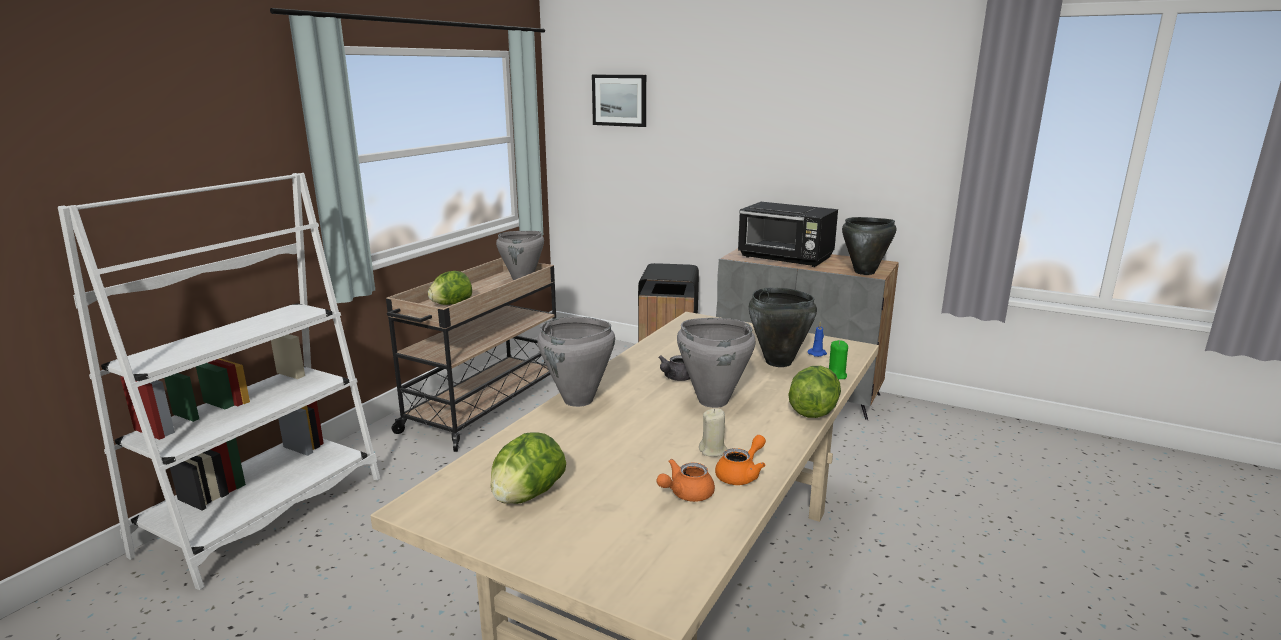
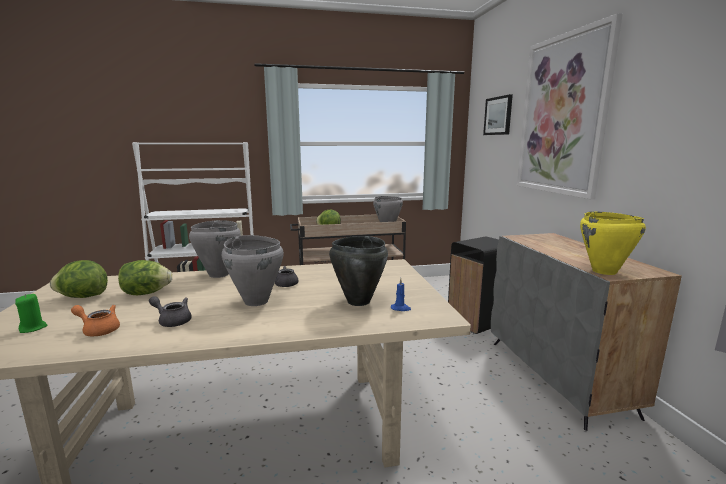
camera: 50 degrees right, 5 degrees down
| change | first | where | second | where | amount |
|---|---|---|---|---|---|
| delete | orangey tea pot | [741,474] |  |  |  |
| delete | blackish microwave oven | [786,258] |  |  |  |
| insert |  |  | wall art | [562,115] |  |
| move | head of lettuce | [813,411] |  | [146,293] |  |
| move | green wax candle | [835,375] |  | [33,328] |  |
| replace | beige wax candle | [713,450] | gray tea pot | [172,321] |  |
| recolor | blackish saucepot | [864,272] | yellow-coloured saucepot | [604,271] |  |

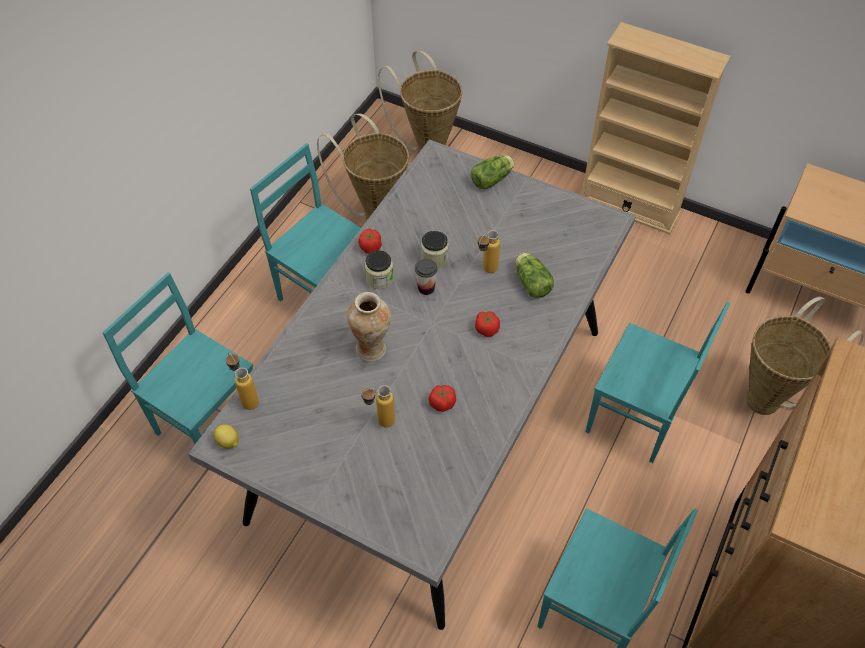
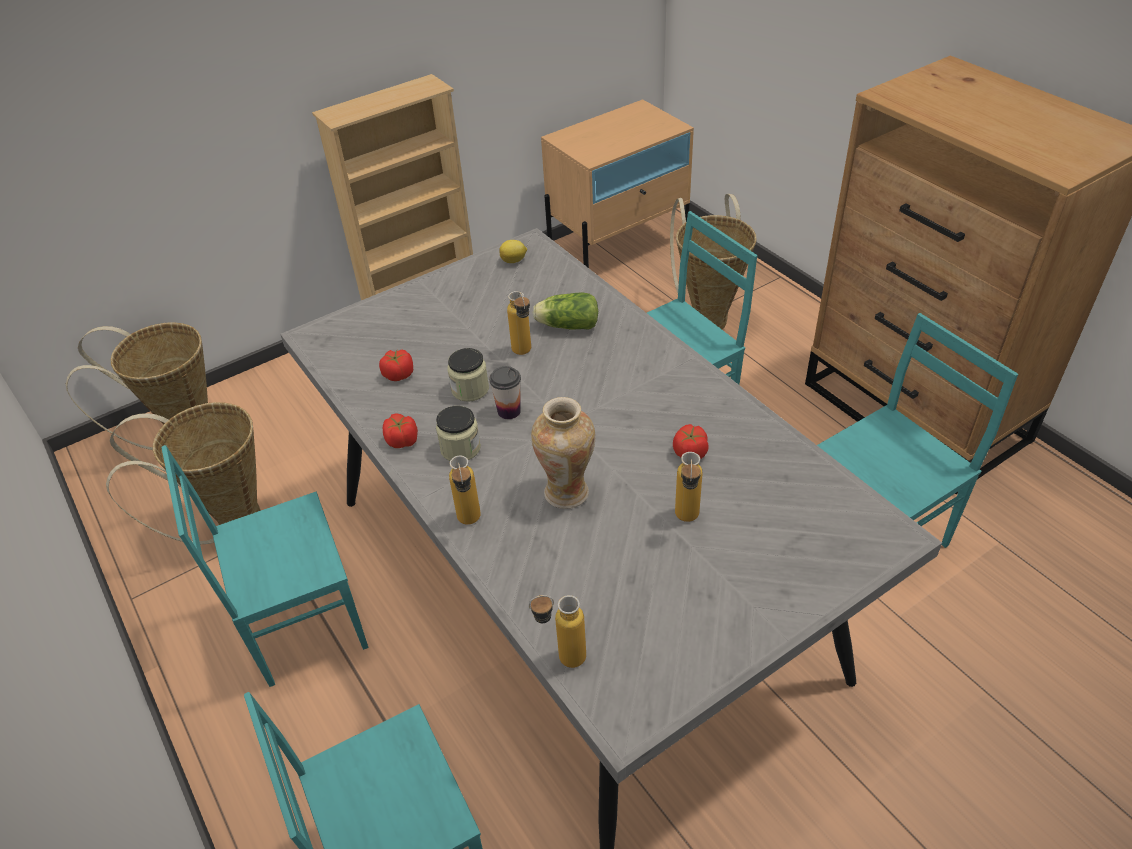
camera: 60 degrees left, 10 degrees down
| change | first | where | second | where | amount |
|---|---|---|---|---|---|
| delete | head of lettuce | [493,179] |  |  |  |
| insert |  |  | drink bottle | [470,524] |  |
| move | whole lemon | [228,442] |  | [514,261] |  |
| move | whole tomato | [486,329] |  | [398,375] |  |

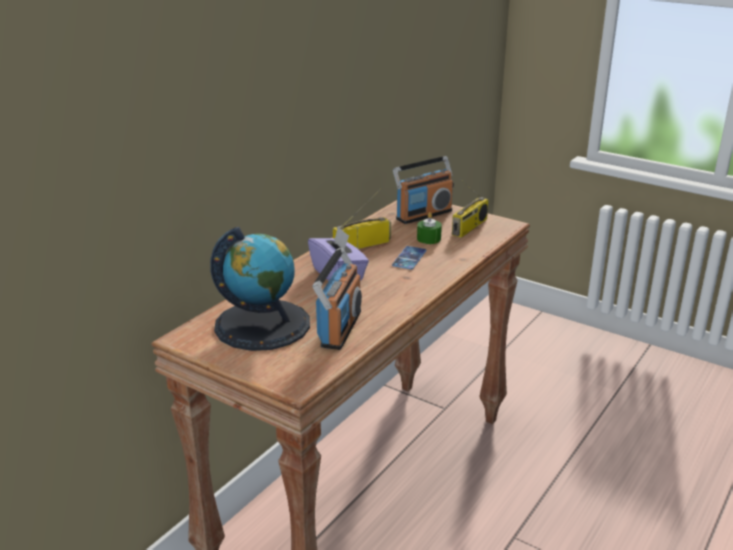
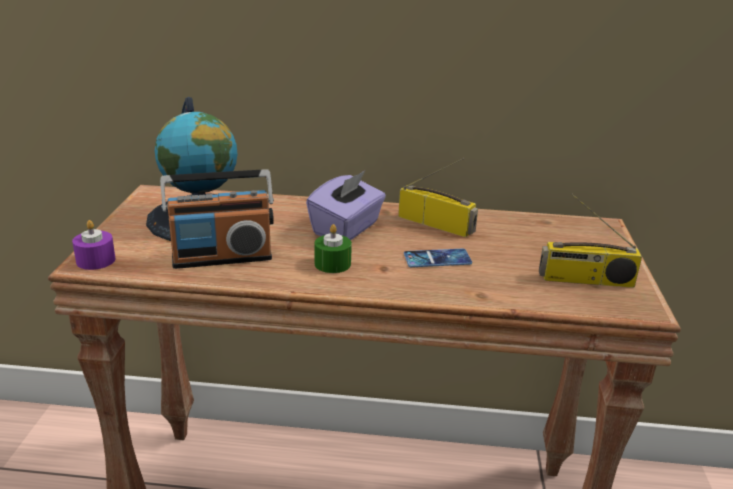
camera: 60 degrees right, 0 degrees up
| change | first | where | second | where | amount |
|---|---|---|---|---|---|
| delete | radio | [423,215] |  |  |  |
| insert |  |  | purple-coloured wax candle | [96,260] |  |
| move | green wax candle | [428,239] |  | [332,264] |  |

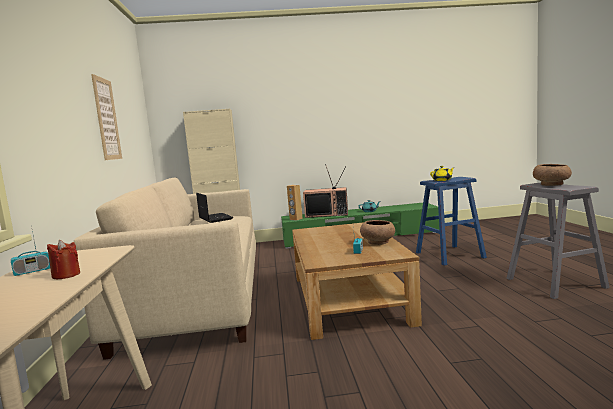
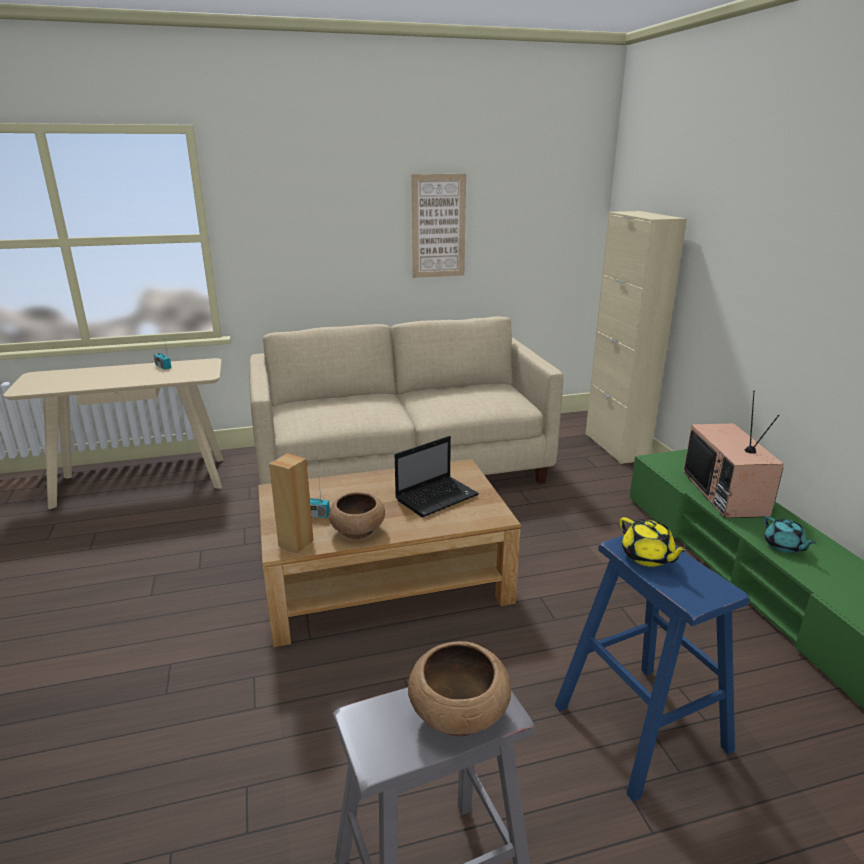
camera: 80 degrees right, 15 degrees up
| change | first | where | second | where | amount |
|---|---|---|---|---|---|
| delete | red-coloured wax candle | [66,275] |  |  |  |
| move | portable computer | [215,218] |  | [437,497] |  |
| move | brown speaker | [296,219] |  | [295,543] |  |

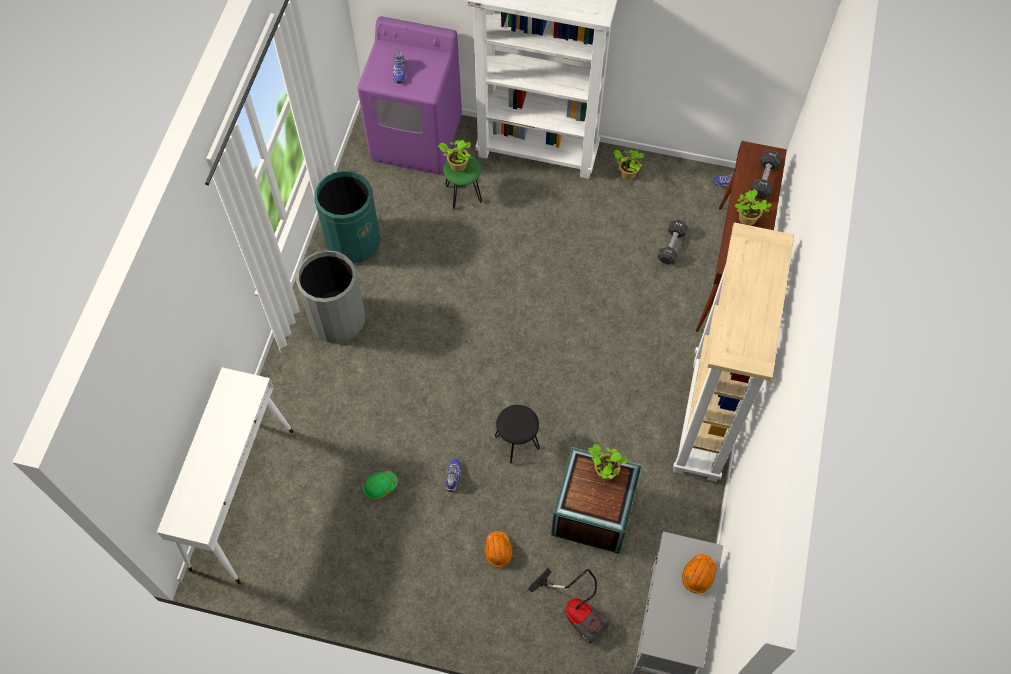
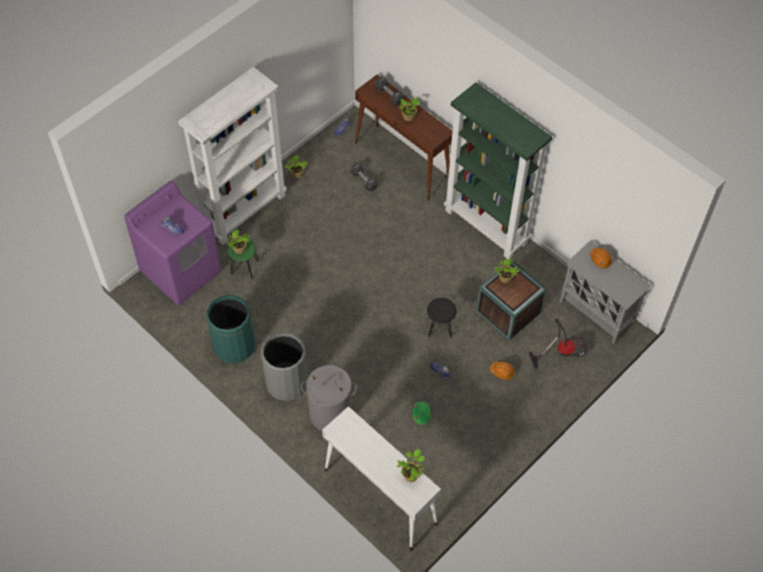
camera: 60 degrees left, 5 degrees down
| change | first | where | second | where | amount |
|---|---|---|---|---|---|
| insert |  |  | gray laundry basket | [330,413] |  |
| insert |  |  | plant in a pot | [411,474] |  |
| recolor | beige shelving unit | [706,419] | green shelving unit | [487,226] |  |

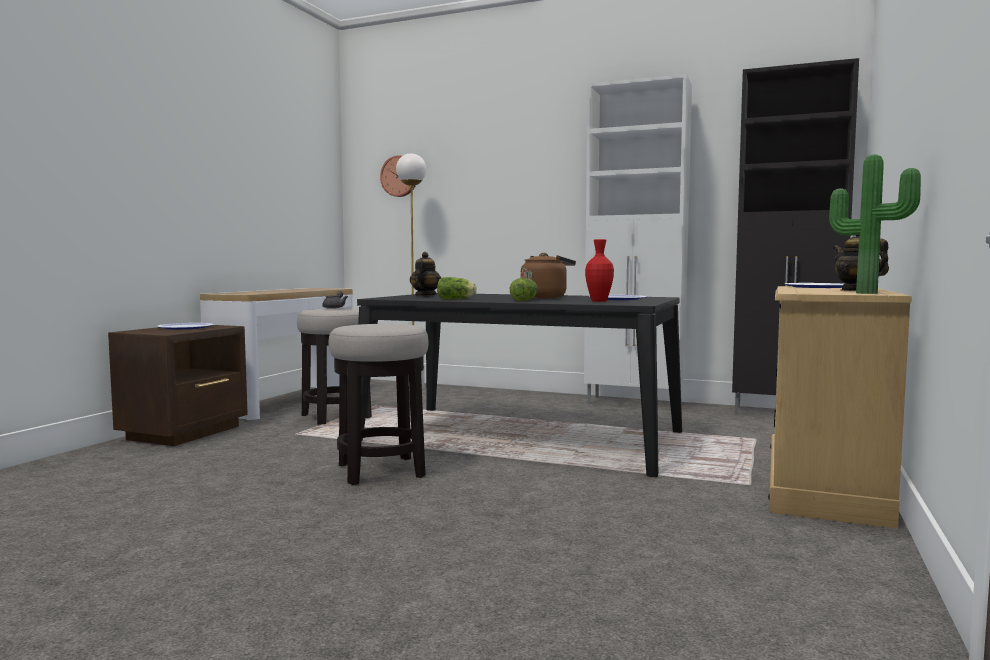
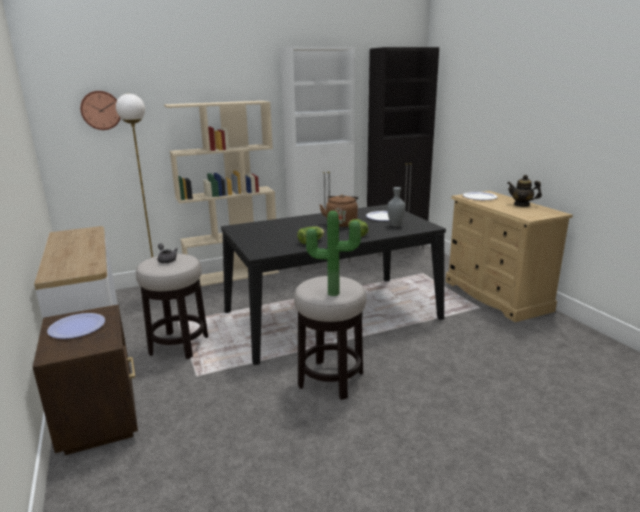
camera: 45 degrees left, 15 degrees up
| change | first | where | second | where | amount |
|---|---|---|---|---|---|
| delete | tea pot | [425,296] |  |  |  |
| insert |  |  | beige shelving unit | [233,275] |  |
| move | plant in a pot | [868,293] |  | [333,292] |  |
| recolor | red-coloured vase | [599,301] | gray vase | [395,225] |  |

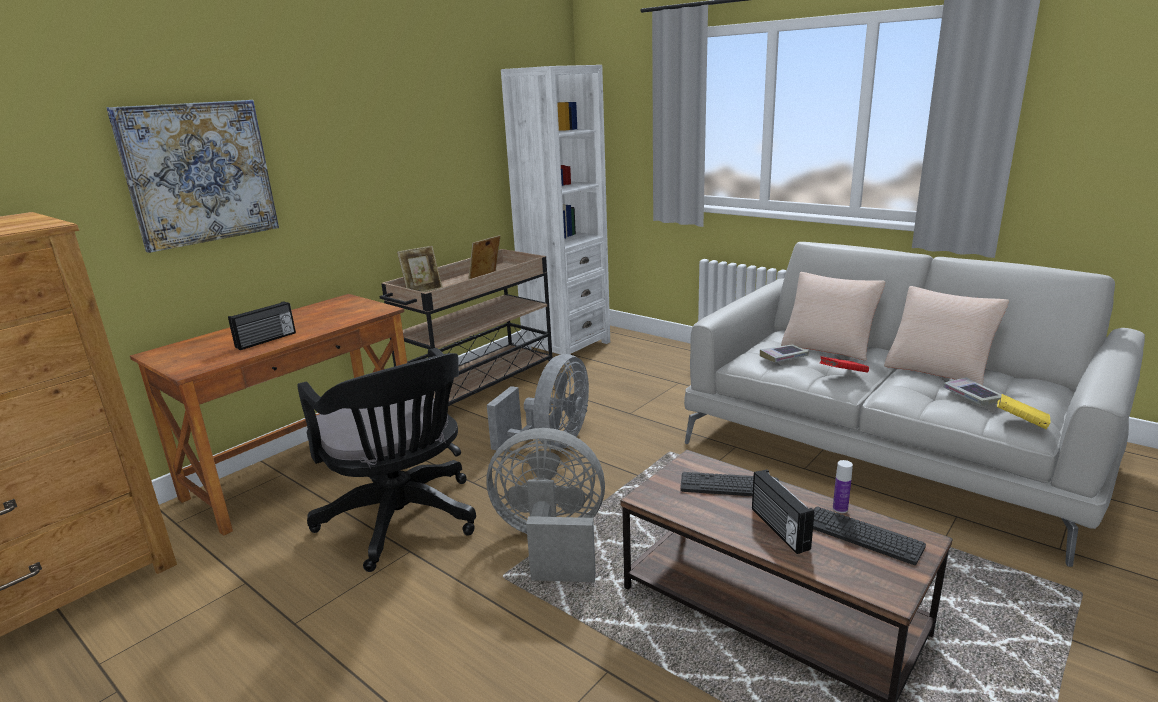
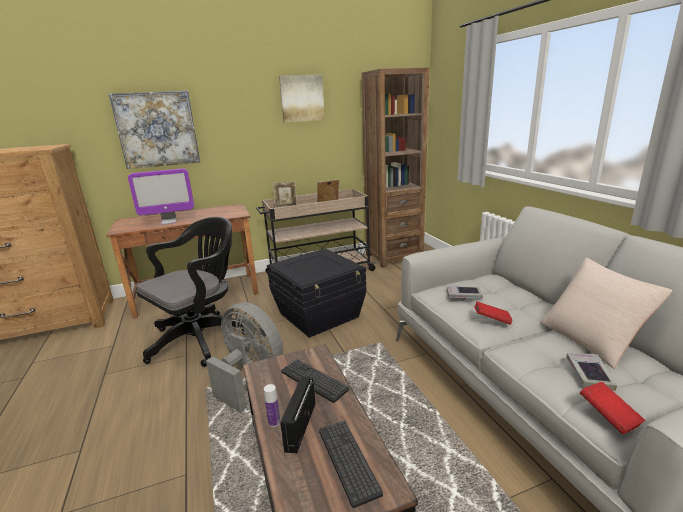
camera: 30 degrees right, 0 degrees up
| change | first | where | second | where | amount |
|---|---|---|---|---|---|
| delete | beige cushion | [829,346] |  |  |  |
| insert |  |  | wall art | [302,98] |  |
| move | drink bottle | [840,509] |  | [274,422] |  |
| replace | radio | [266,340] | computer screen | [169,222] |  |
| replace | gray fan | [552,443] | blackish storage bin | [319,315] |  |
| recolor | whitish shelving unit | [566,346] | brown shelving unit | [394,257] |  |
| recolor | yellow-coloured bound book | [1020,423] | red-coloured bound book | [608,417] |  |
| rotate | blackish desk chair | [403,522] |  | [201,338] | 135 degrees counterclockwise |

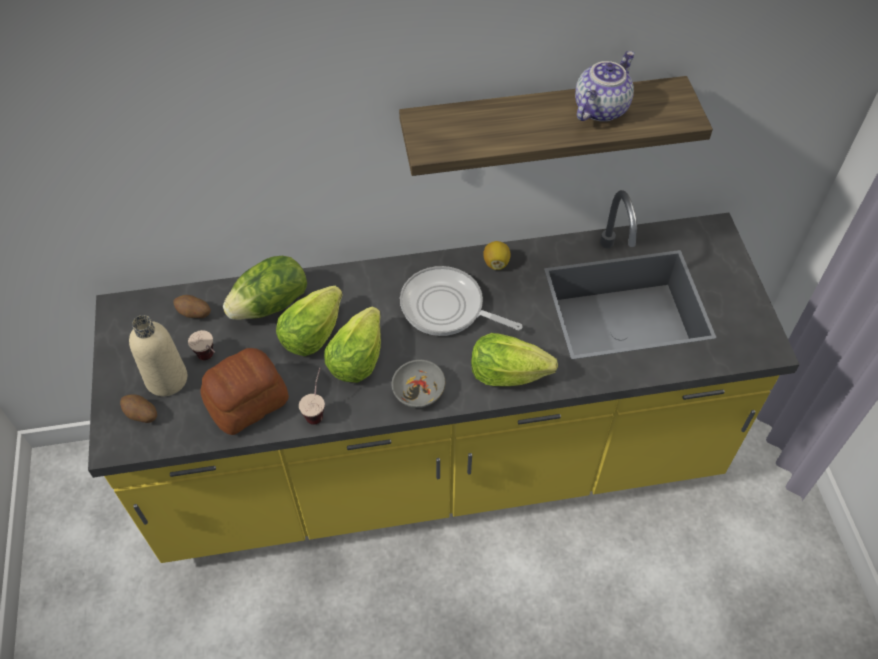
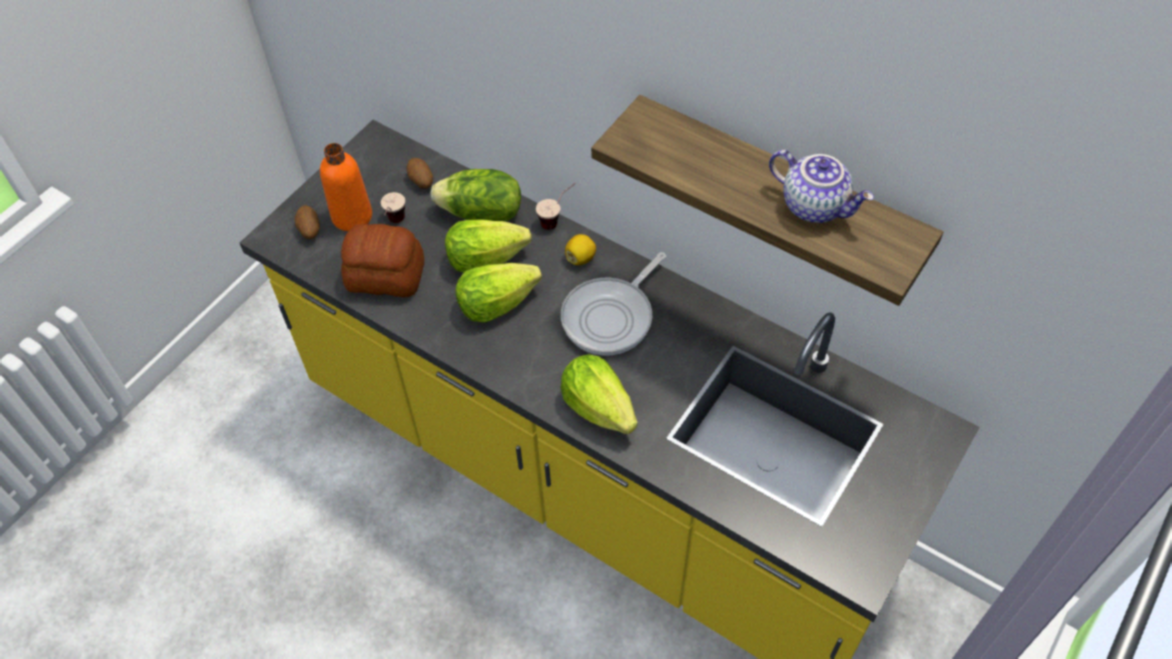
camera: 45 degrees right, 0 degrees up
| change | first | where | second | where | amount |
|---|---|---|---|---|---|
| delete | gray deep dish | [419,391] |  |  |  |
| move | cup | [317,408] |  | [557,219] |  |
| move | whole lemon | [496,263] |  | [581,258] |  |
| recolor | beige drink bottle | [166,379] | orangey drink bottle | [352,216] |  |
| rotate | skillet | [447,308] |  | [611,317] | 120 degrees counterclockwise |
| rotate | tea pot | [600,108] |  | [815,205] | 45 degrees clockwise |

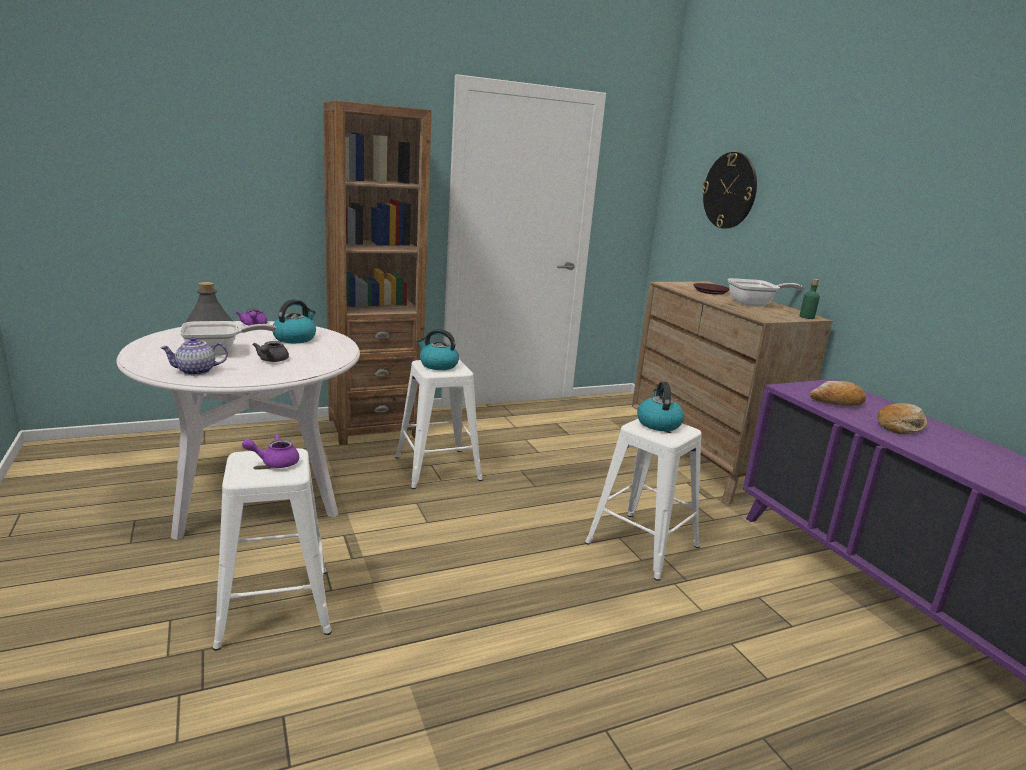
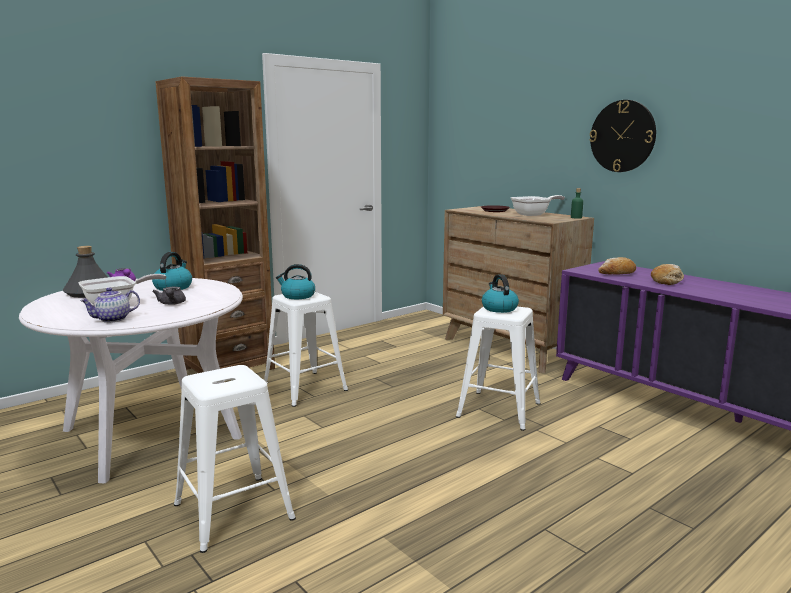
camera: 15 degrees left, 5 degrees down
| change | first | where | second | where | amount |
|---|---|---|---|---|---|
| delete | purple-coloured tea pot | [275,462] |  |  |  |
| move | hanging clock | [730,190] |  | [622,136] |  |

